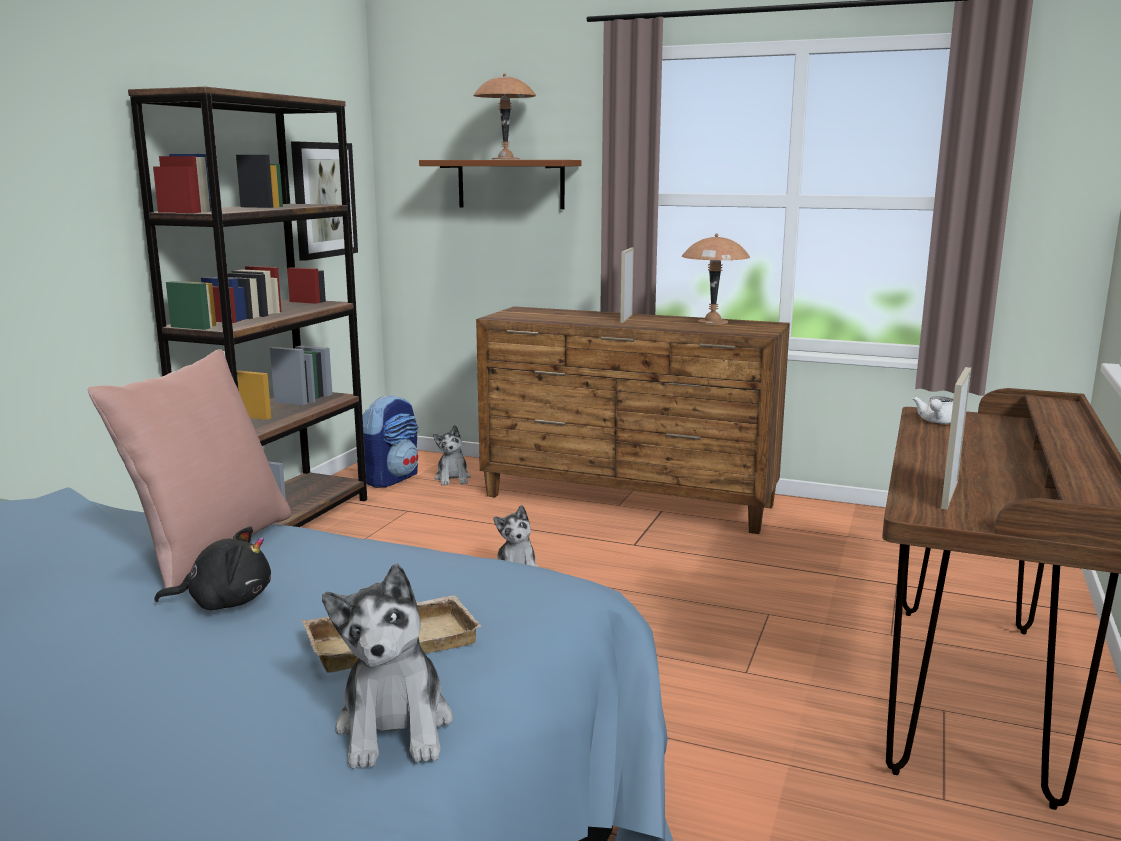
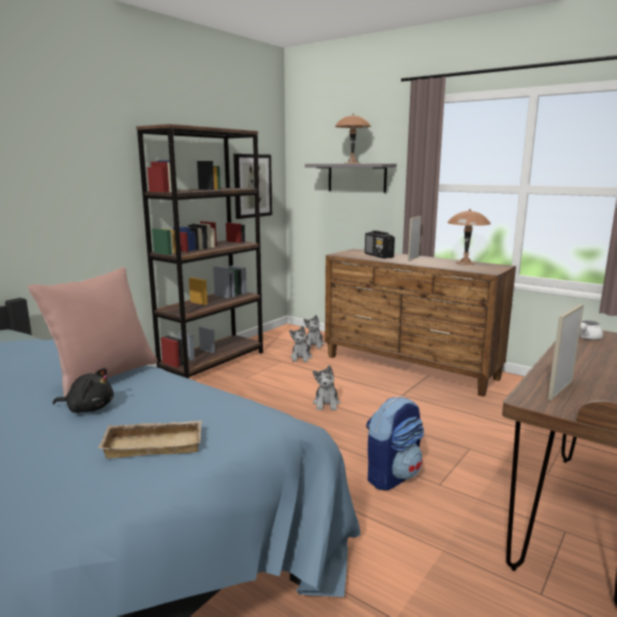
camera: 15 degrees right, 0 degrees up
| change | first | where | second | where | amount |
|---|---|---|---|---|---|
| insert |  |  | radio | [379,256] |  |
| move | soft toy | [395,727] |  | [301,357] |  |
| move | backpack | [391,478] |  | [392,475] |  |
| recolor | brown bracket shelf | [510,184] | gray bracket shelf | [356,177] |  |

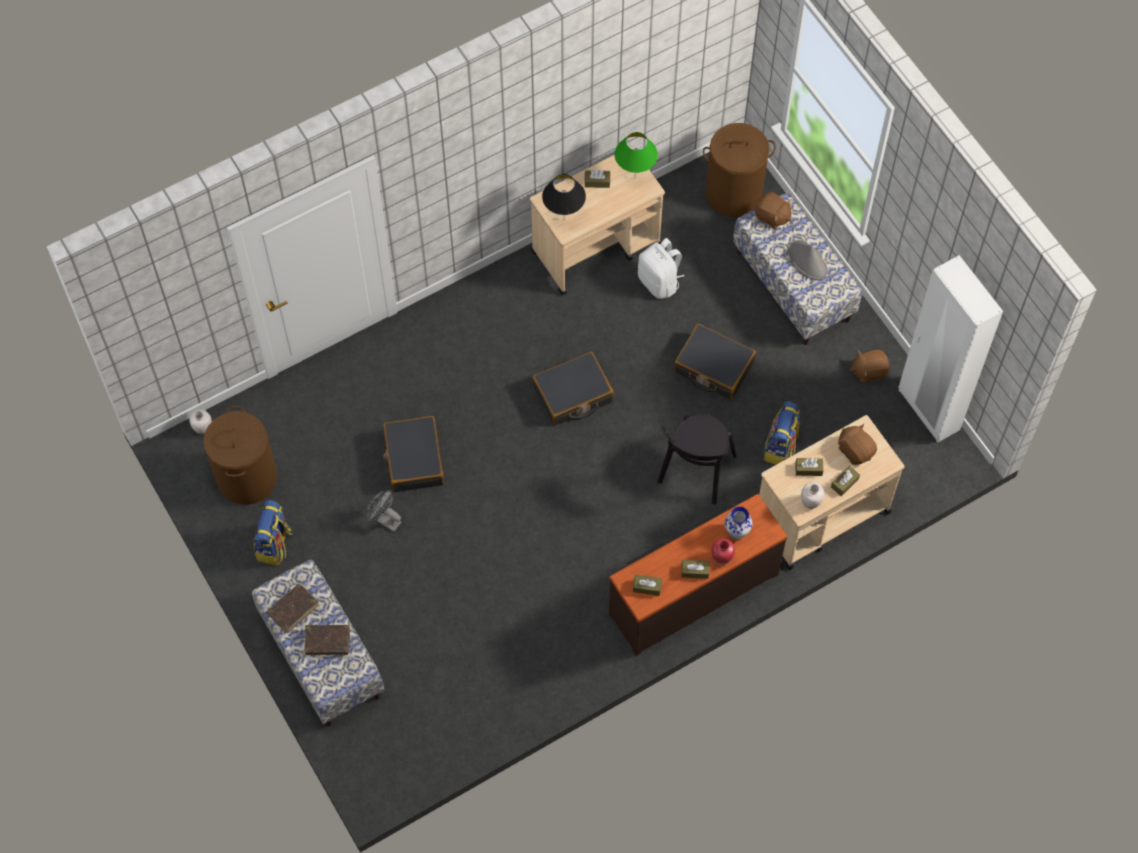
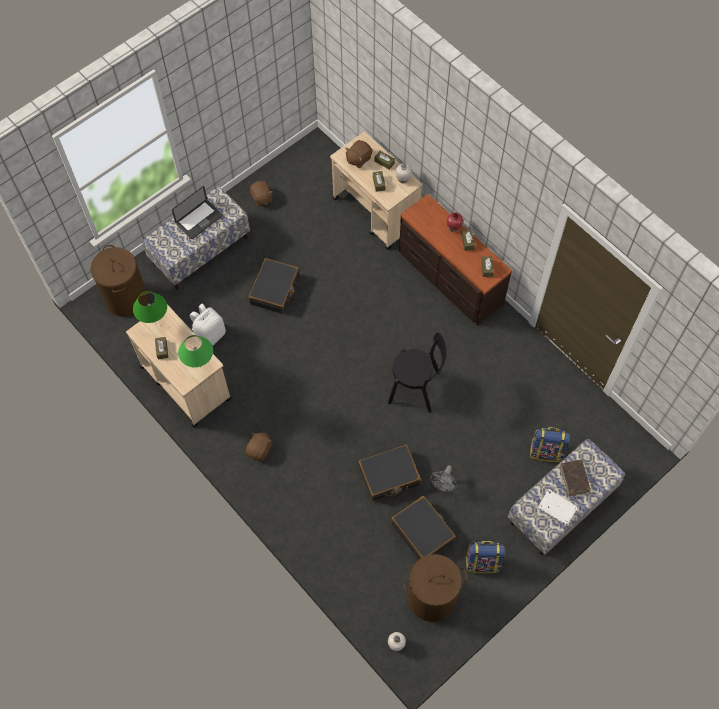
camera: 100 degrees left, 0 degrees up
| change | first | where | second | where | amount |
|---|---|---|---|---|---|
| delete | vase | [736,532] |  |  |  |
| delete | whitish clothes cupboard | [928,410] |  |  |  |
| move | blackish piece of luggage | [573,394] |  | [423,532] |  |
| move | blackish chair | [695,472] |  | [417,388] |  |
| move | brown soft toy | [772,216] |  | [260,450] |  |
| move | backpack | [781,447] |  | [546,451] |  |
| replace | gray clothing hat | [807,261] | portable computer | [199,220] |  |
| recolor | brown bound book | [293,609] | whitish bound book | [556,509] |  |
| recolor | blackish tabletop lamp | [564,220] | green tabletop lamp | [200,367] |  |

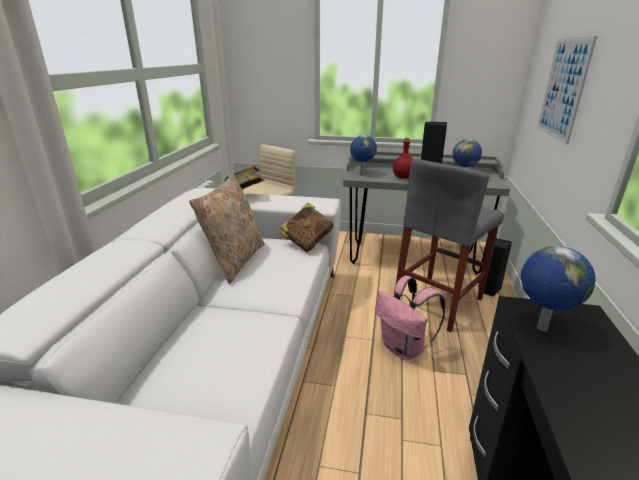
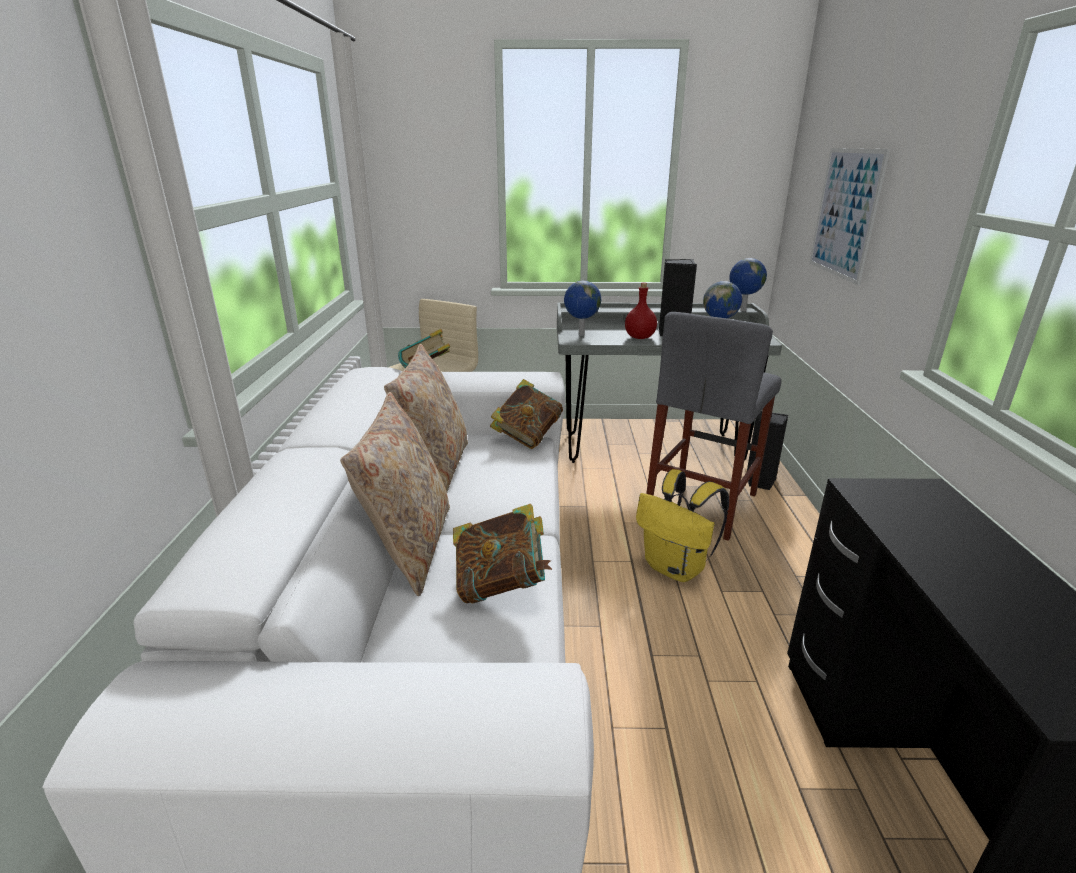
camera: 10 degrees left, 0 degrees up
| change | first | where | second | where | amount |
|---|---|---|---|---|---|
| insert |  |  | beige cushion | [410,546] |  |
| insert |  |  | bound book | [501,585] |  |
| move | desk globe | [540,328] |  | [742,310] |  |
| recolor | pink backpack | [404,349] | yellow-coloured backpack | [676,568] |  |

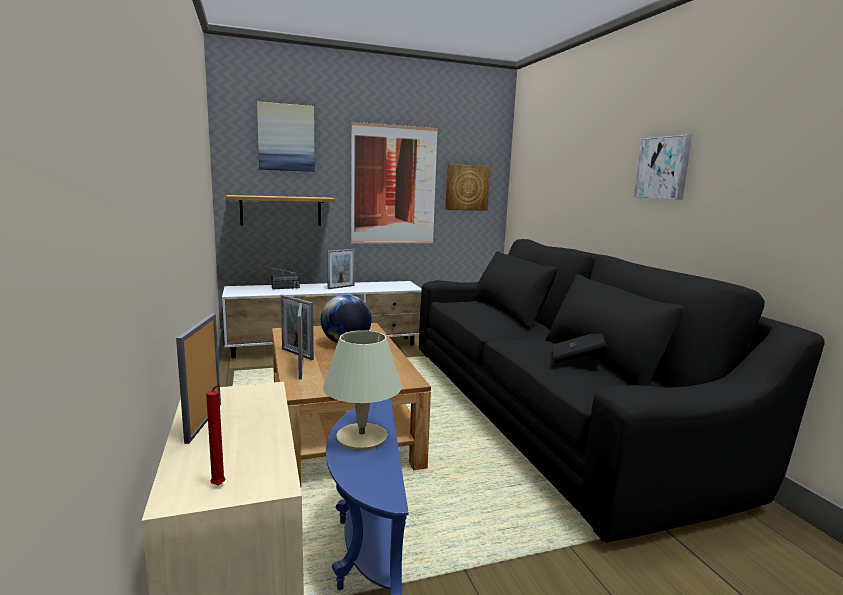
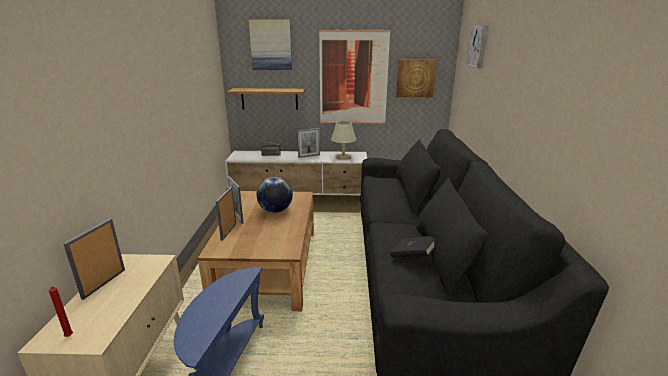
camera: 20 degrees right, 10 degrees up
| change | first | where | second | where | amount |
|---|---|---|---|---|---|
| move | beige tabletop lamp | [362,438] |  | [343,157] |  |
| move | wall art | [663,168] |  | [478,46] |  |

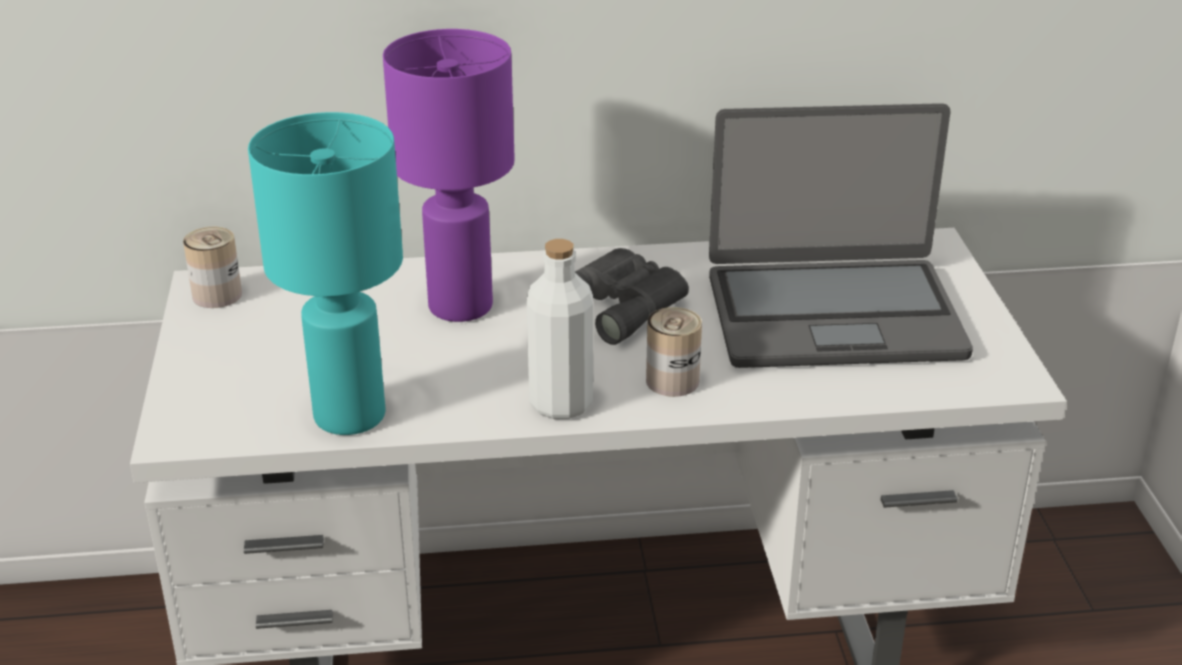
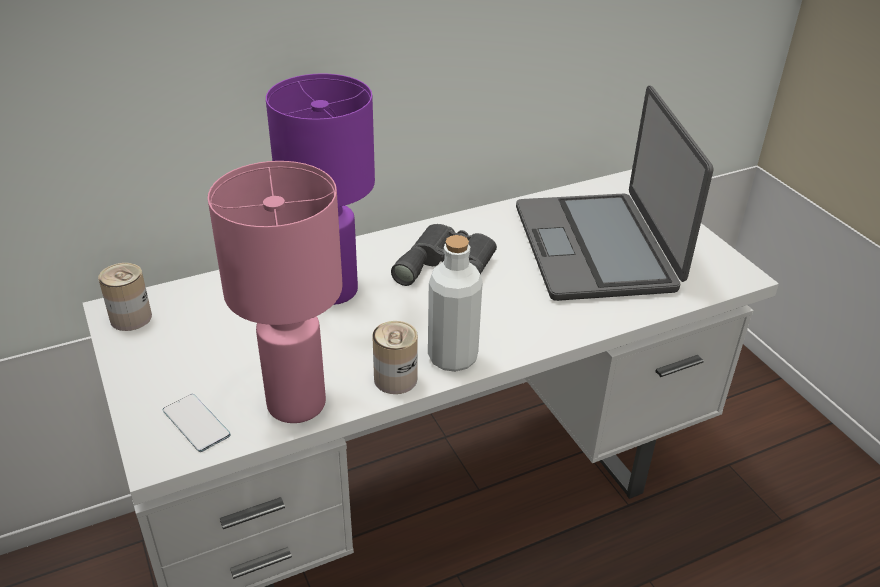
camera: 20 degrees left, 5 degrees up
| change | first | where | second | where | amount |
|---|---|---|---|---|---|
| insert |  |  | handset | [196,423] |  |
| move | sealed can | [672,381] |  | [395,379] |  |
| recolor | blue-green tabletop lamp | [348,415] | pink tabletop lamp | [295,403] |  |
| rotate | portable computer | [833,314] |  | [597,247] | 105 degrees clockwise |

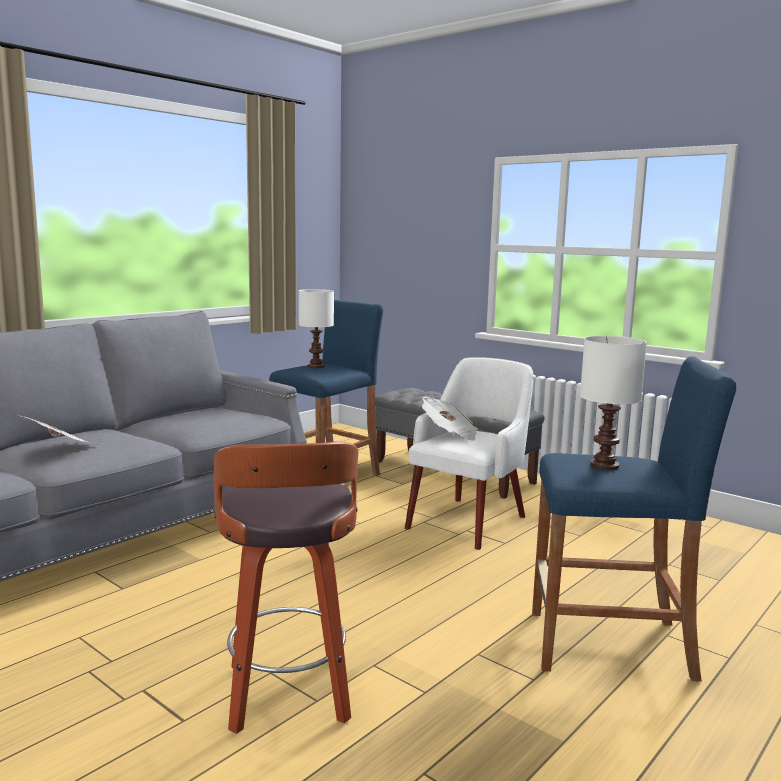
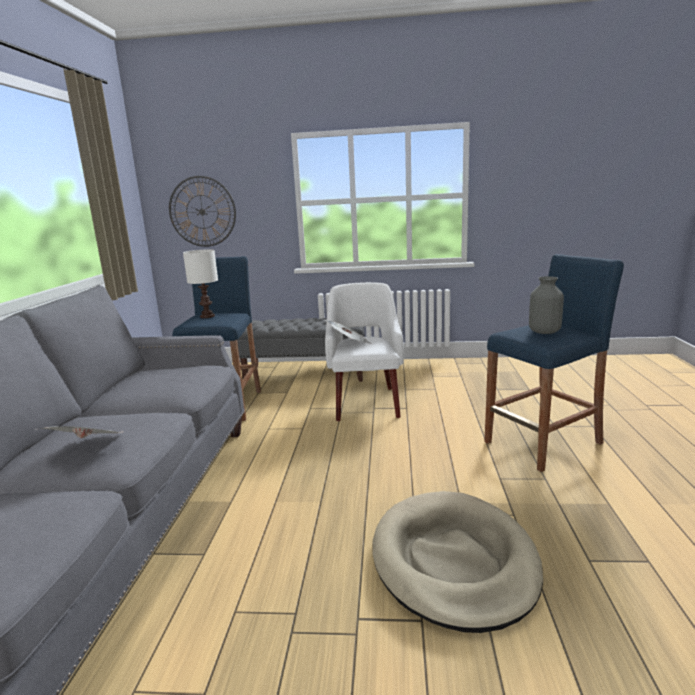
camera: 35 degrees left, 5 degrees up
| change | first | where | second | where | amount |
|---|---|---|---|---|---|
| insert |  |  | hanging clock | [202,211] |  |
| replace | sitting stool | [288,696] | beige dog bed | [453,562] |  |
| replace | whitish tabletop lamp | [603,465] | gray vase | [543,332] |  |

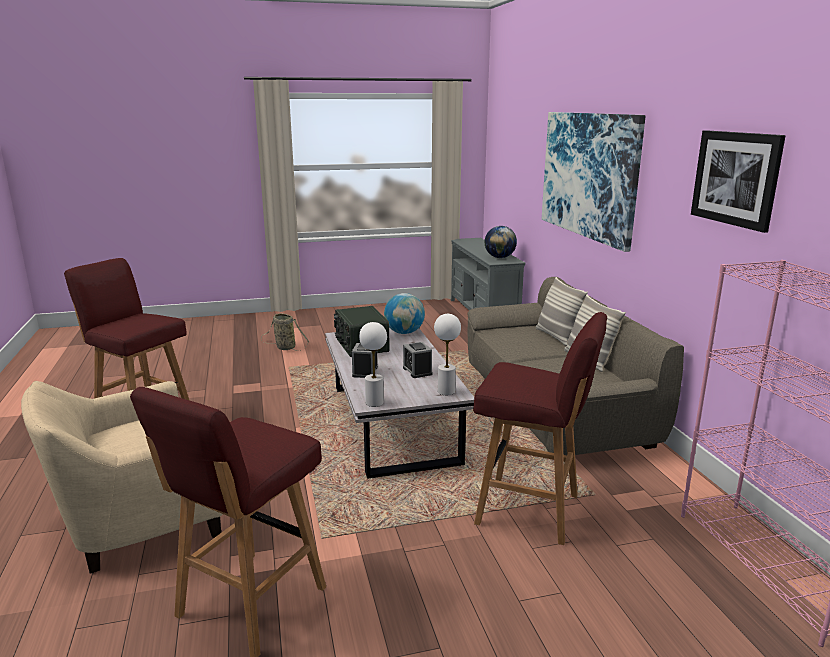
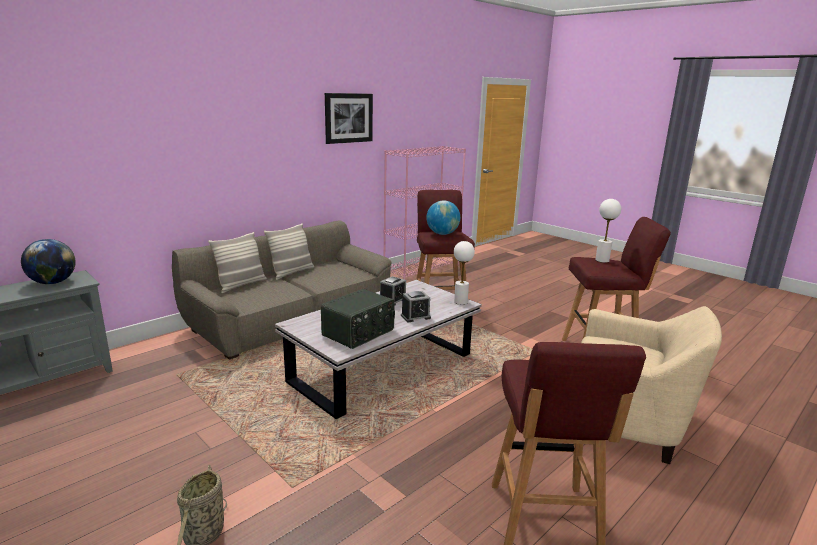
camera: 120 degrees left, 0 degrees up
| change | first | where | second | where | amount |
|---|---|---|---|---|---|
| delete | wall art | [588,175] |  |  |  |
| move | desk globe | [404,332] |  | [442,234] |  |
| move | whitish tabletop lamp | [446,391] |  | [602,260] |  |

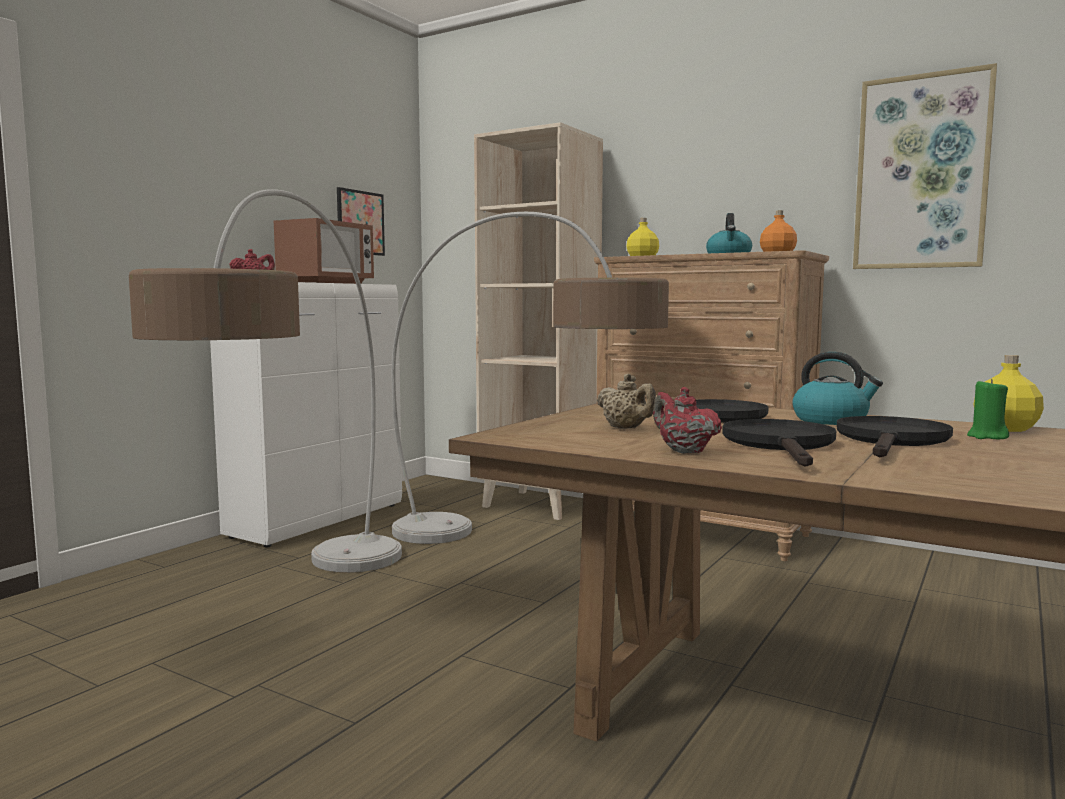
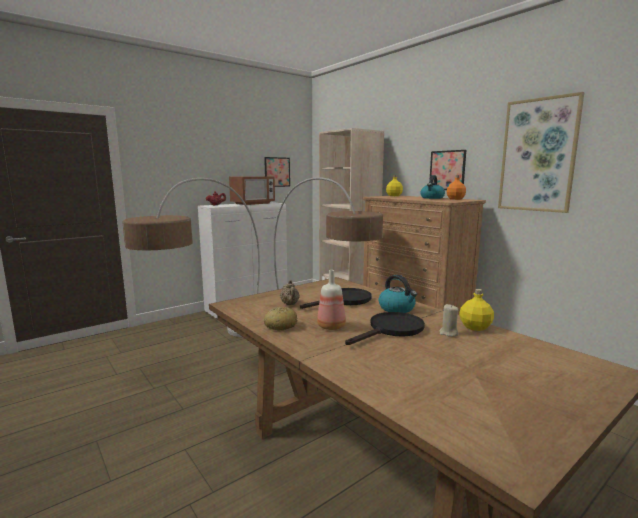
camera: 20 degrees right, 5 degrees up
| change | first | where | second | where | amount |
|---|---|---|---|---|---|
| insert |  |  | wall art | [447,170] |  |
| replace | red-coloured tea pot | [683,451] | bakery bread | [281,325] |  |
| replace | blackish skillet | [781,445] | drink bottle | [332,326] |  |
| recolor | green wax candle | [987,437] | beige wax candle | [448,333] |  |

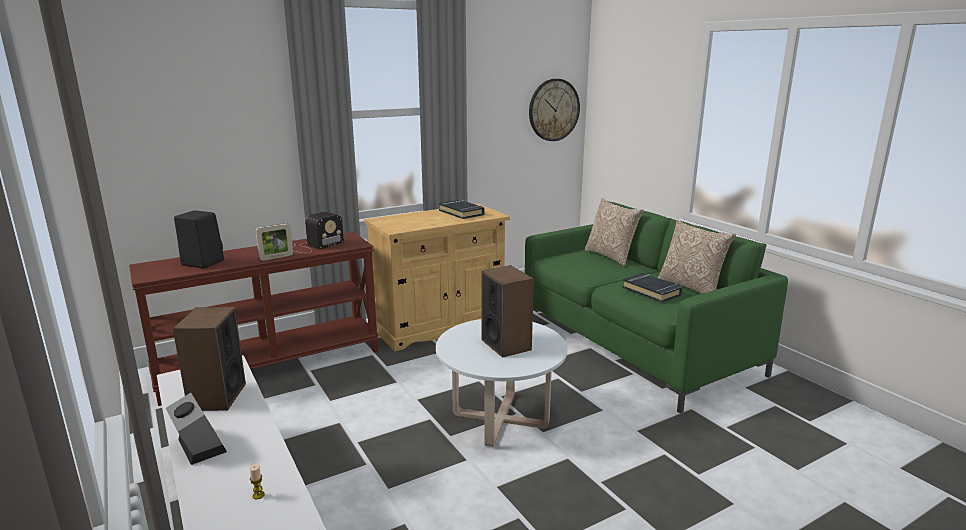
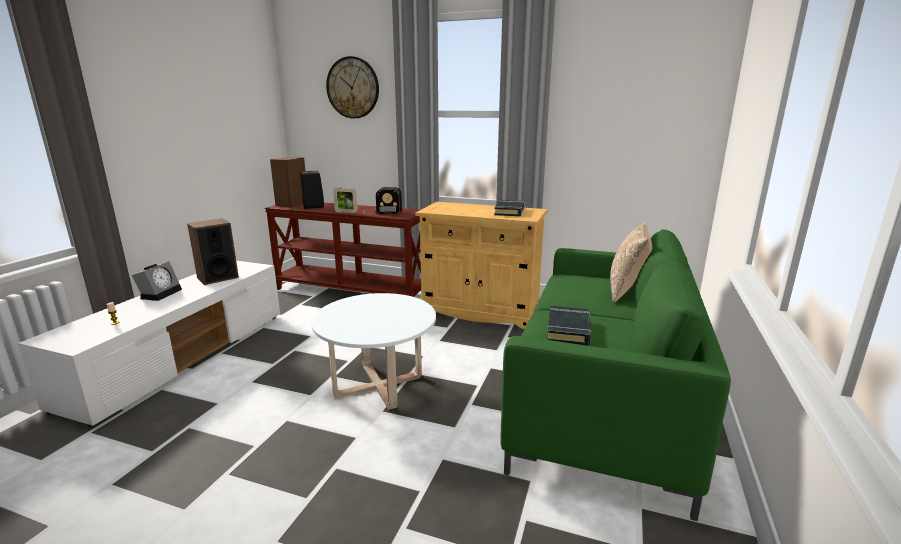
camera: 50 degrees right, 0 degrees up
| change | first | where | second | where | amount |
|---|---|---|---|---|---|
| delete | cushion | [691,287] |  |  |  |
| move | speaker | [506,344] |  | [292,204] |  |
| move | hanging clock | [553,110] |  | [353,88] |  |

